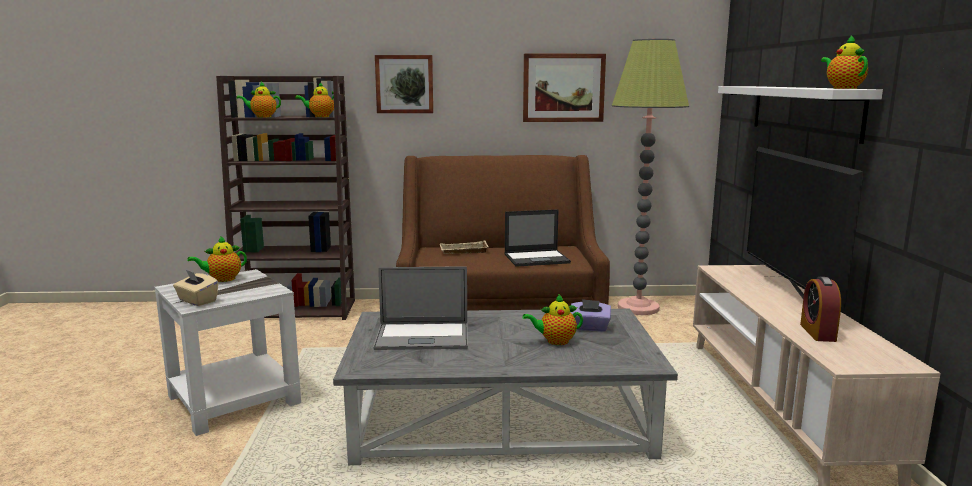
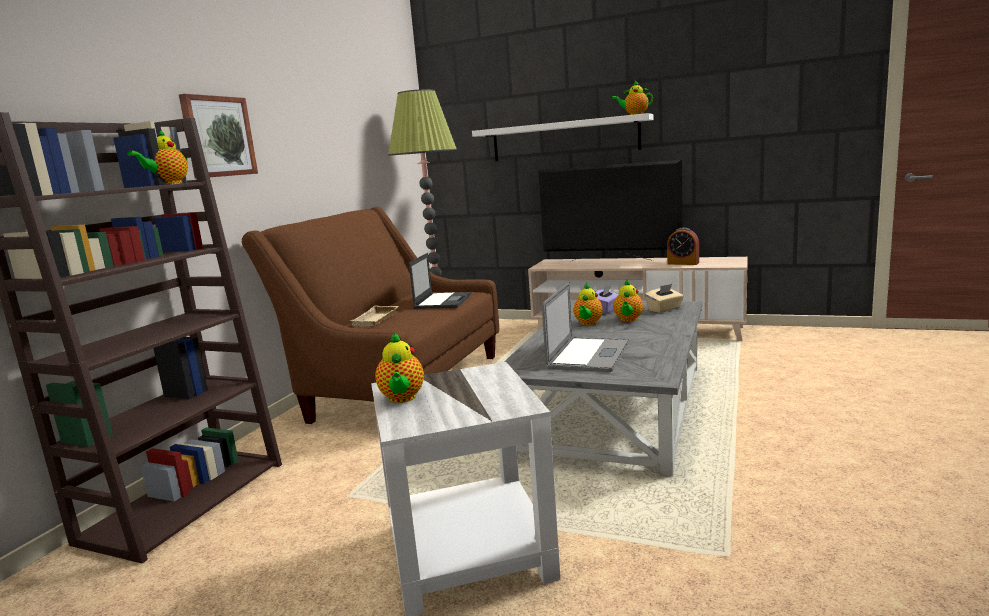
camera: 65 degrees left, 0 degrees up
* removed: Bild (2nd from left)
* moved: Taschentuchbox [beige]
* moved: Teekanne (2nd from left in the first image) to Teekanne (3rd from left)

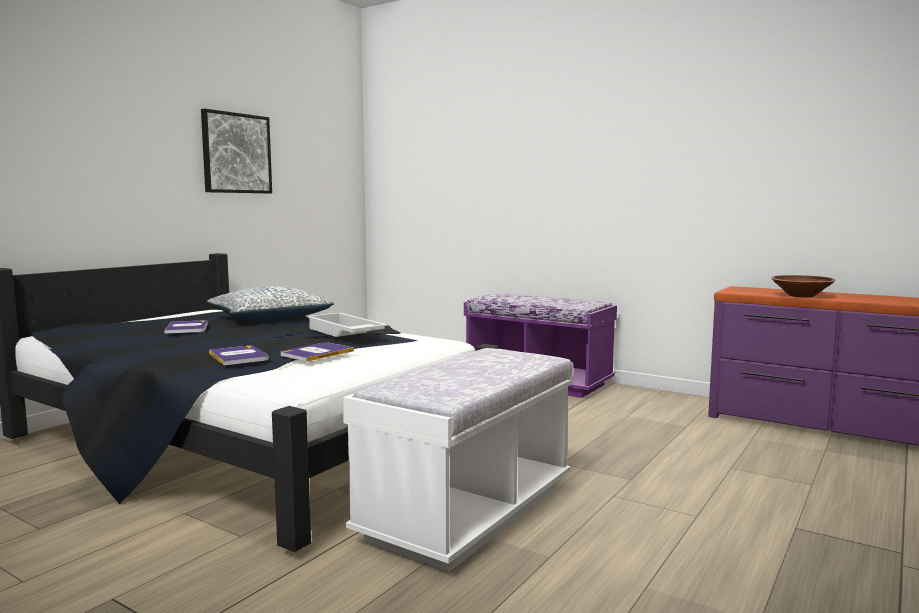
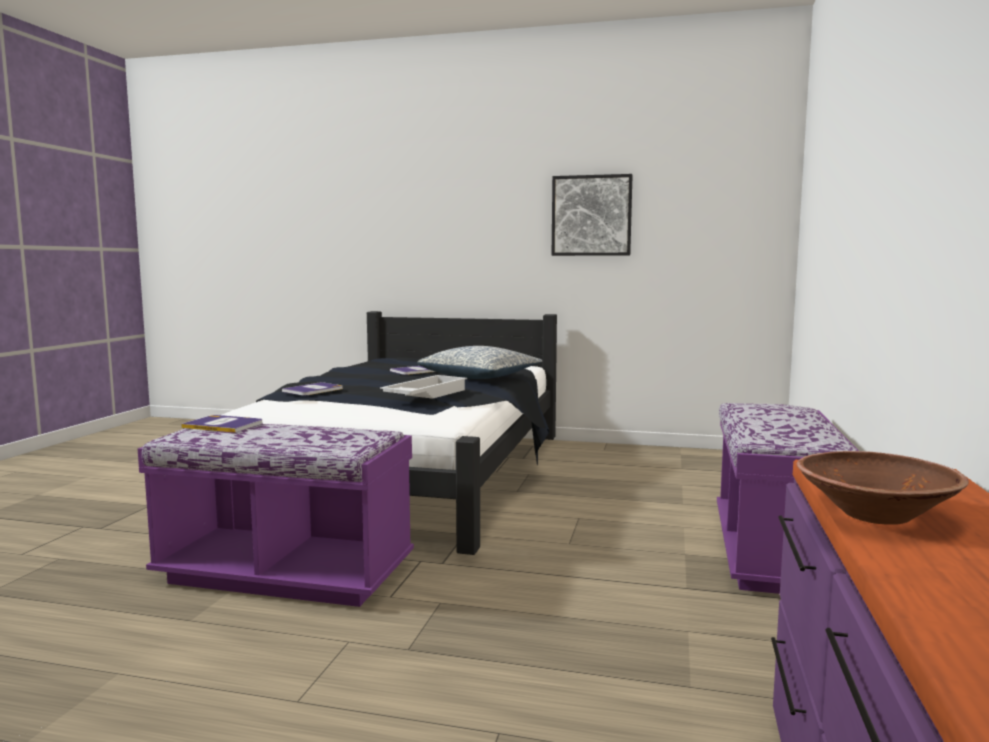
camera: 70 degrees right, 0 degrees up
* moved: Buch (3rd from left in the first image) to Buch (1st from left)
* recoloured: Bank [weiß] to Bank [lila] (1st from left)

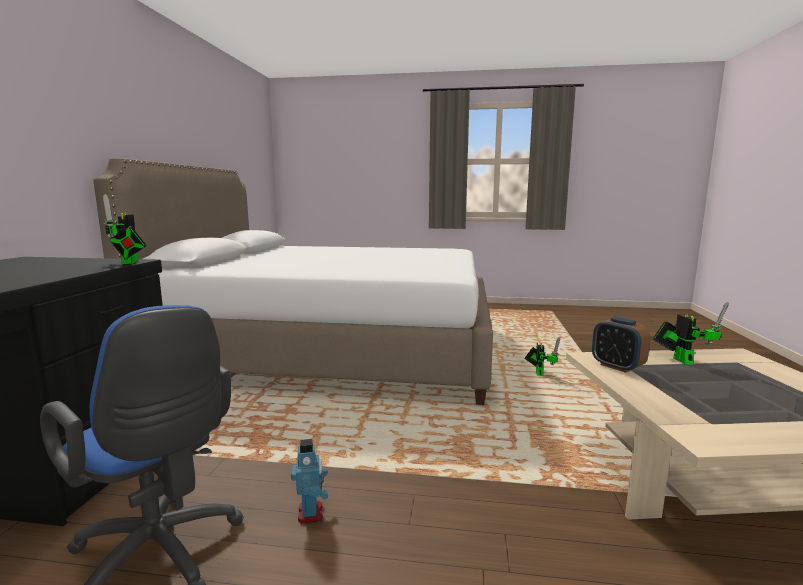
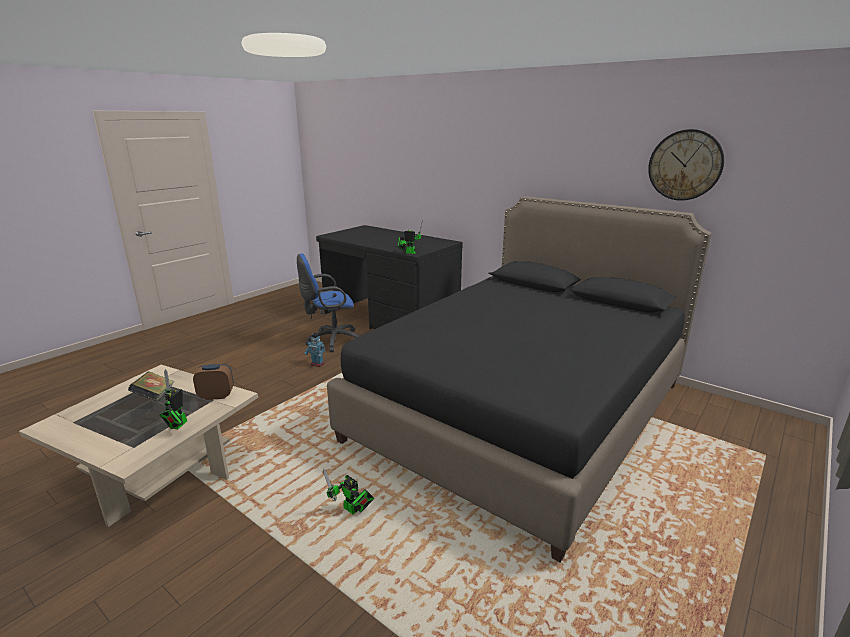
camera: 120 degrees right, 10 degrees up
* added: Buch
* added: Wanduhr
* recoloured: Bett [weiß] to Bett [schwarz]
* turned: Spielzeugroboter (4th from left in the first image) 75 degrees clockwise

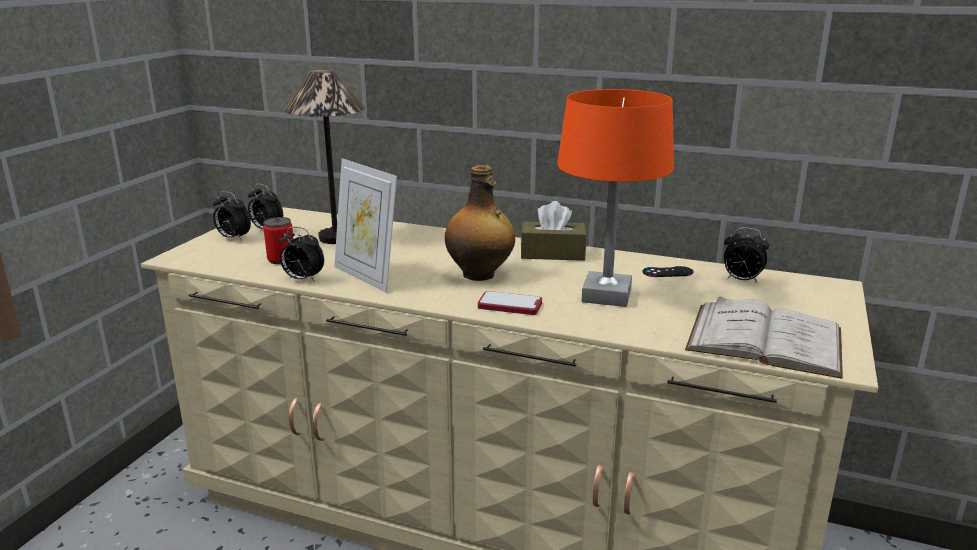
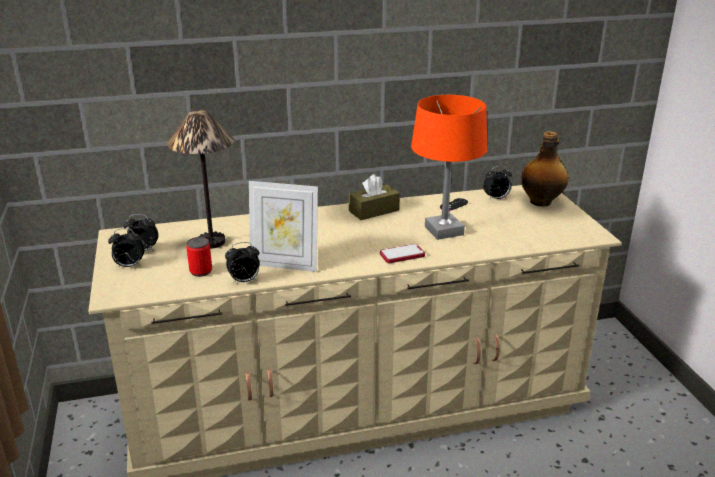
camera: 35 degrees left, 5 degrees up
* removed: Buch [weiß]
* moved: Flasche

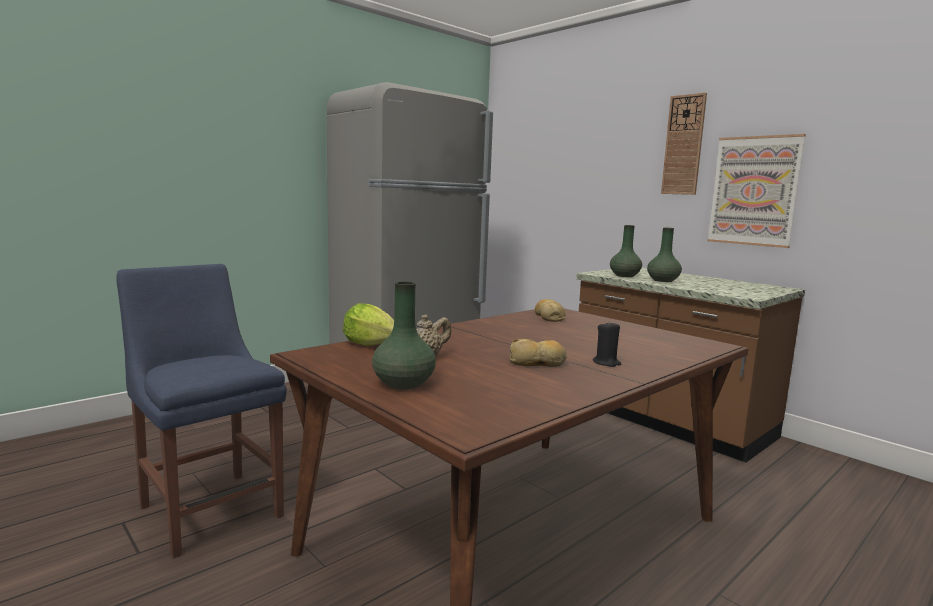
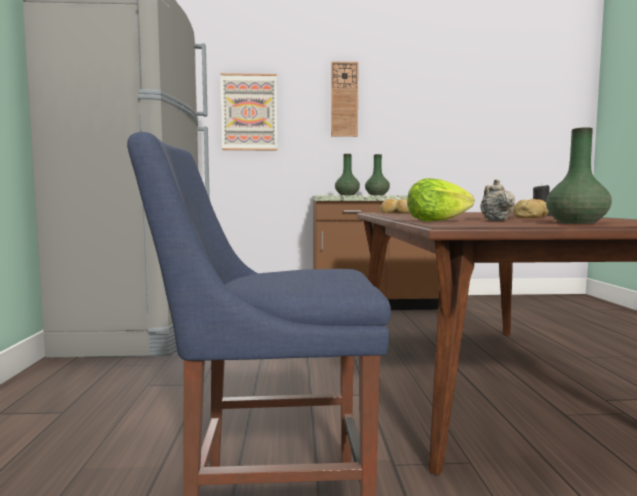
camera: 50 degrees left, 5 degrees down
* moved: Bild

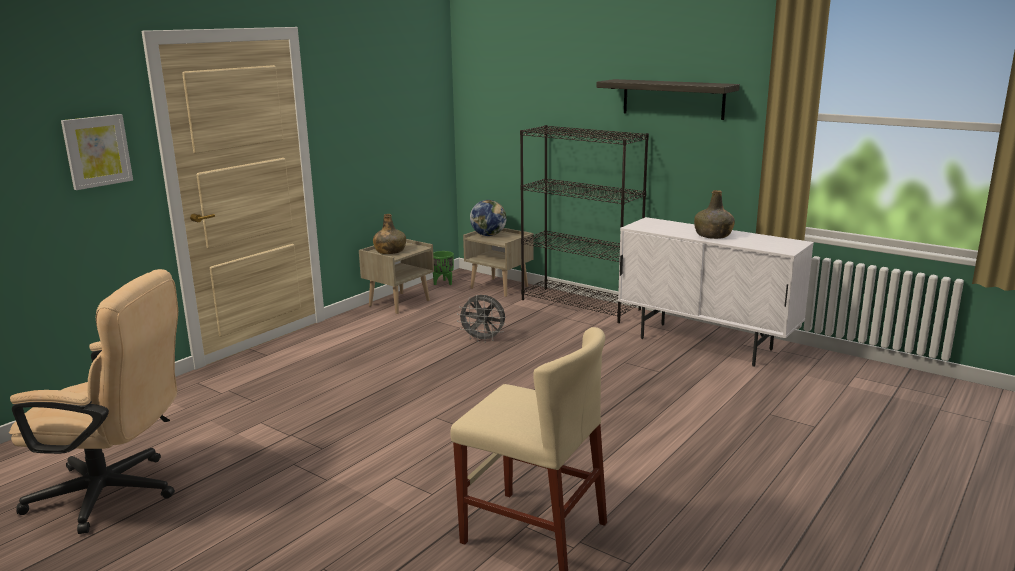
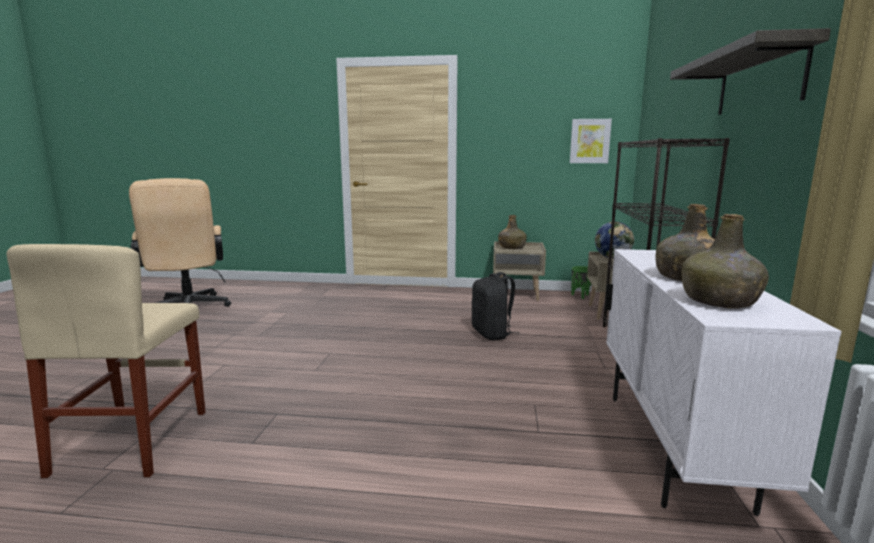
camera: 60 degrees right, 5 degrees down
* added: Flasche [grün] (3rd from left)
* moved: Bild
* replaced: Ventilator [grau] to Rucksack [schwarz]

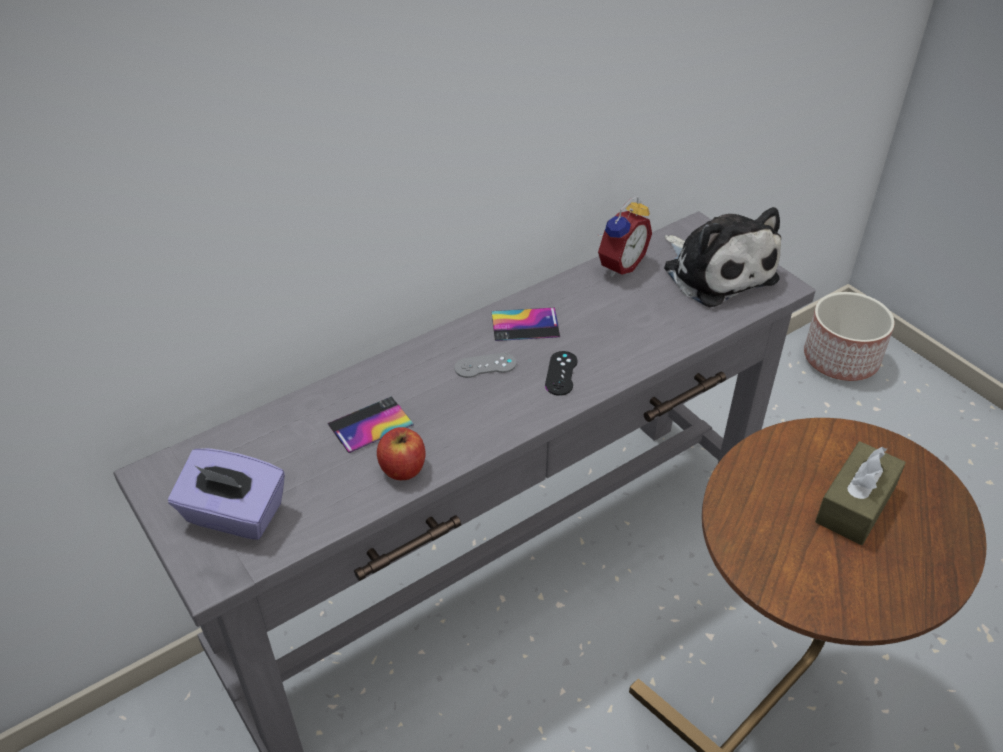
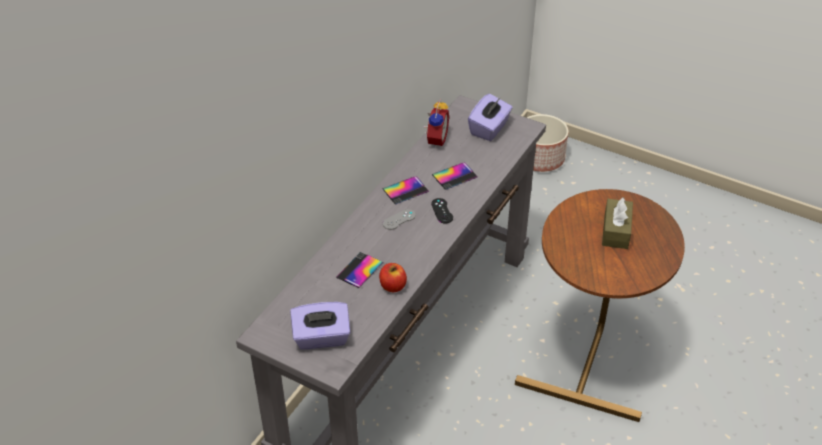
camera: 25 degrees left, 0 degrees up
* added: Handy (3rd from left)
* replaced: Plüschtier to Taschentuchbox [lila] (2nd from left)

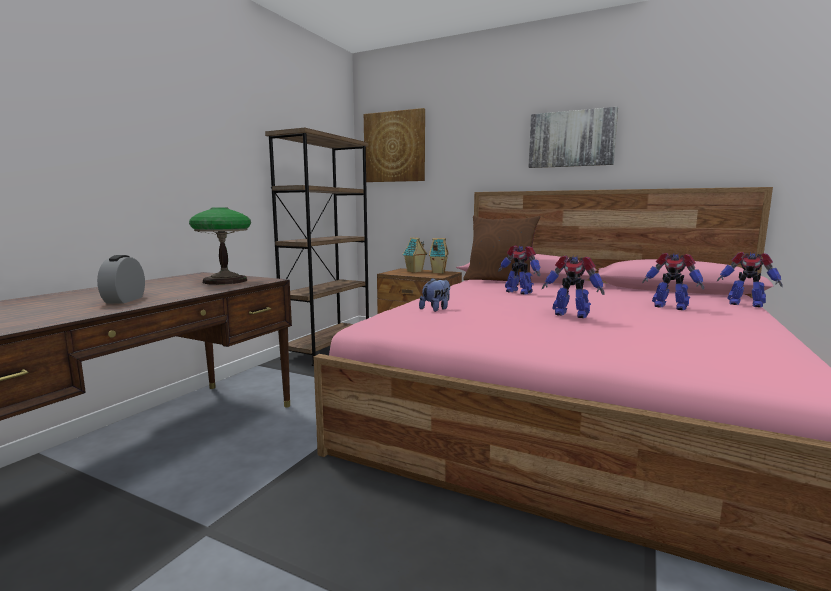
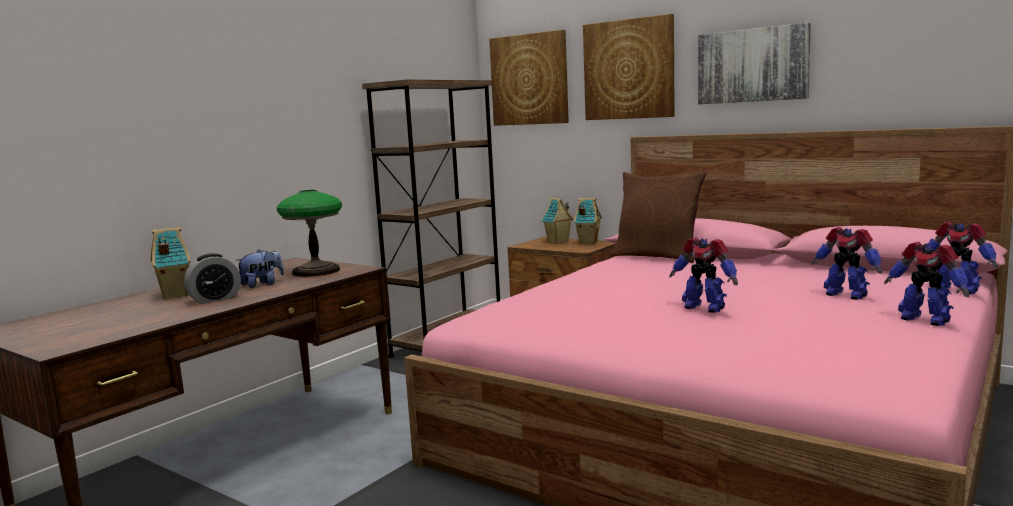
camera: 10 degrees right, 0 degrees up
* added: Spielzeughaus (1st from left)
* added: Bild (2nd from left)
* moved: Plüschtier
* moved: Spielzeugroboter (1st from left in the first image) to Spielzeugroboter (3rd from left)
* turned: Wecker 135 degrees counterclockwise

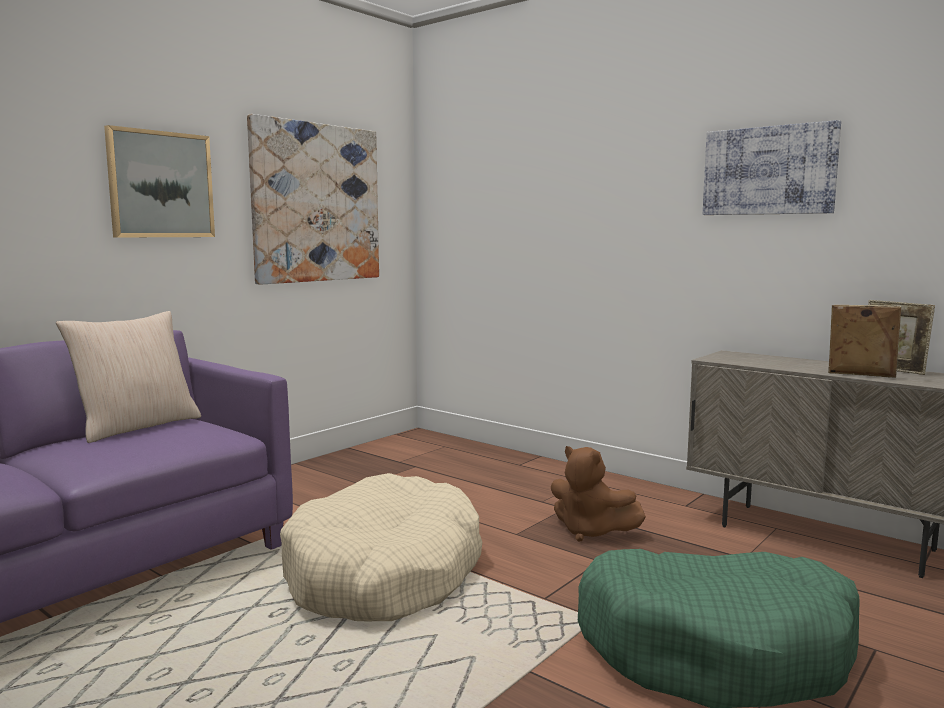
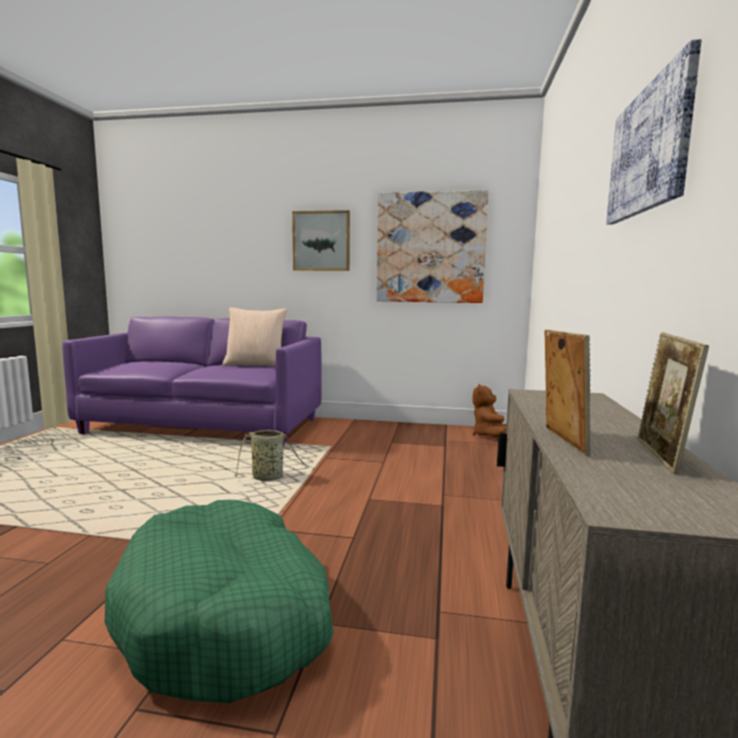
camera: 60 degrees right, 0 degrees up
* moved: Plüschtier [braun]
* replaced: Hundebett [beige] to Korb

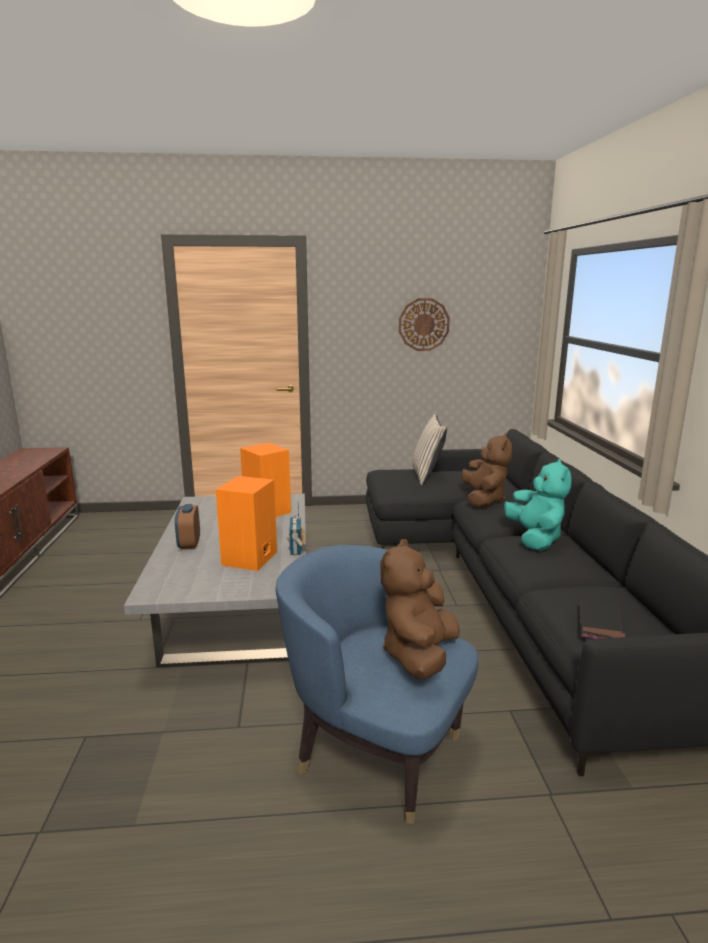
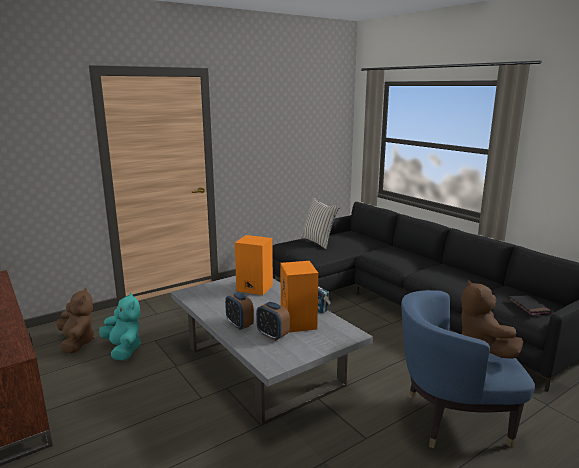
camera: 30 degrees left, 0 degrees up
* removed: Wanduhr
* added: Wecker (2nd from left)
* moved: Plüschtier [braun] (2nd from left in the first image) to Plüschtier [braun] (1st from left)
* moved: Plüschtier [türkis]

